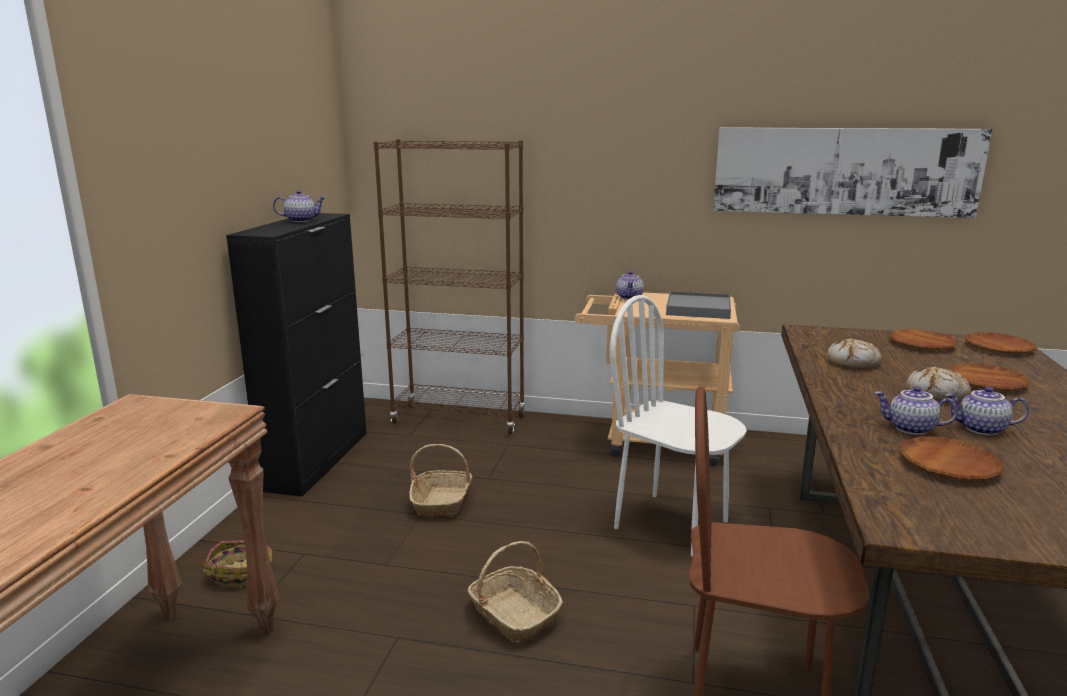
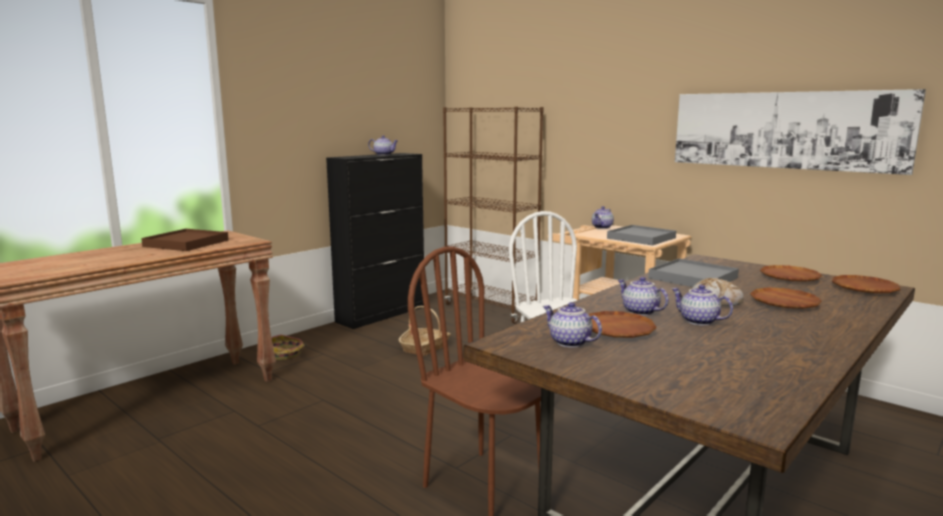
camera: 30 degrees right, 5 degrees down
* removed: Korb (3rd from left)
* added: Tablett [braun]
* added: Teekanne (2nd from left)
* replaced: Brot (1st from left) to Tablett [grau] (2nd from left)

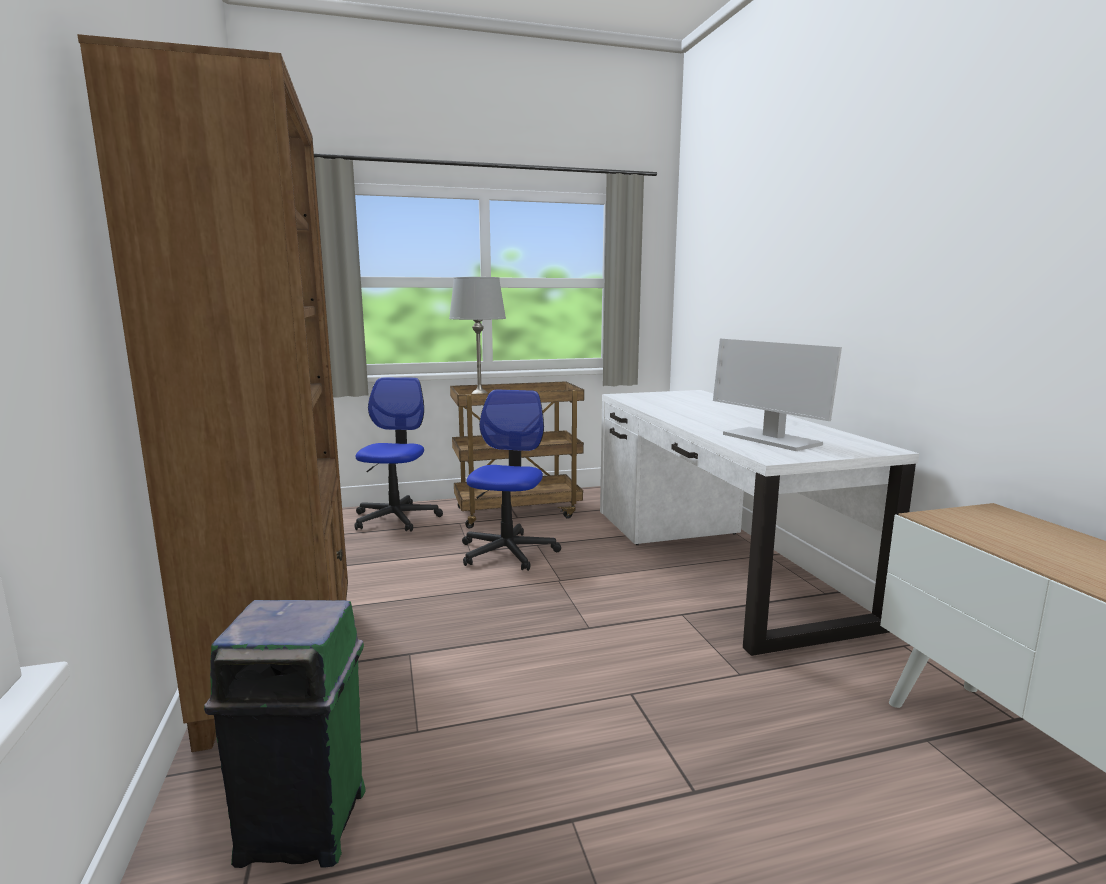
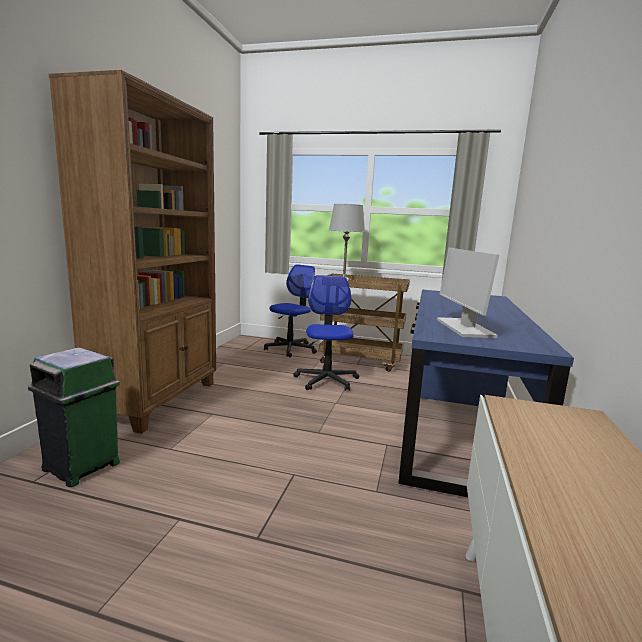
camera: 30 degrees right, 0 degrees up
* recoloured: Schreibtisch [weiß] to Schreibtisch [blau]
* turned: Bürostuhl (2nd from left) 45 degrees counterclockwise

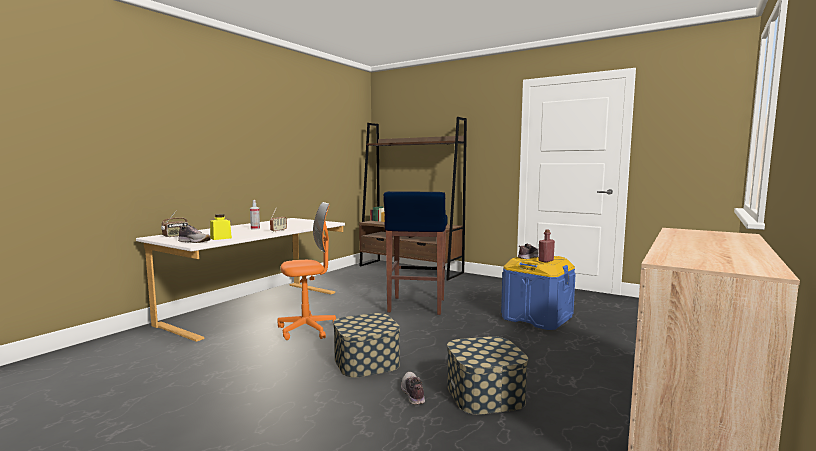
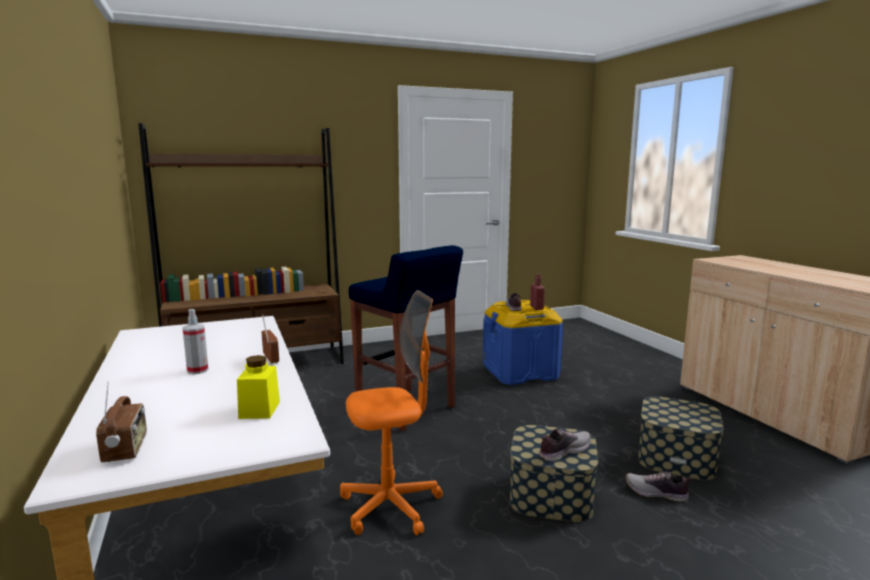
camera: 55 degrees left, 5 degrees up
* moved: Schuh (1st from left in the first image) to Schuh (2nd from left)
* turned: Bürostuhl [orange] 60 degrees clockwise

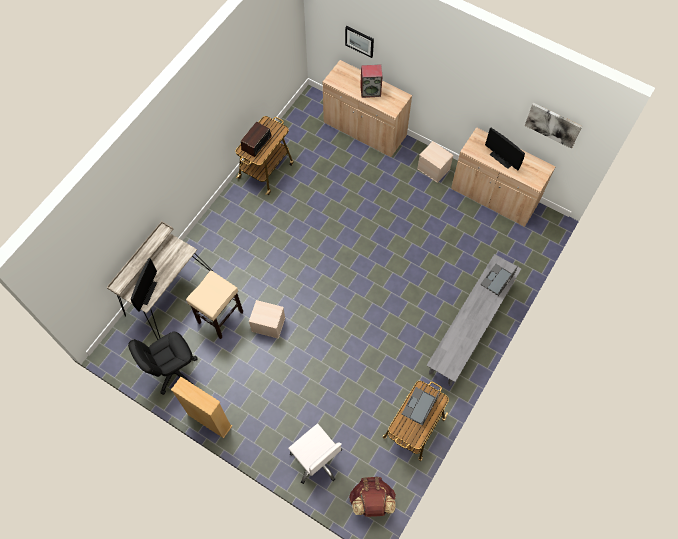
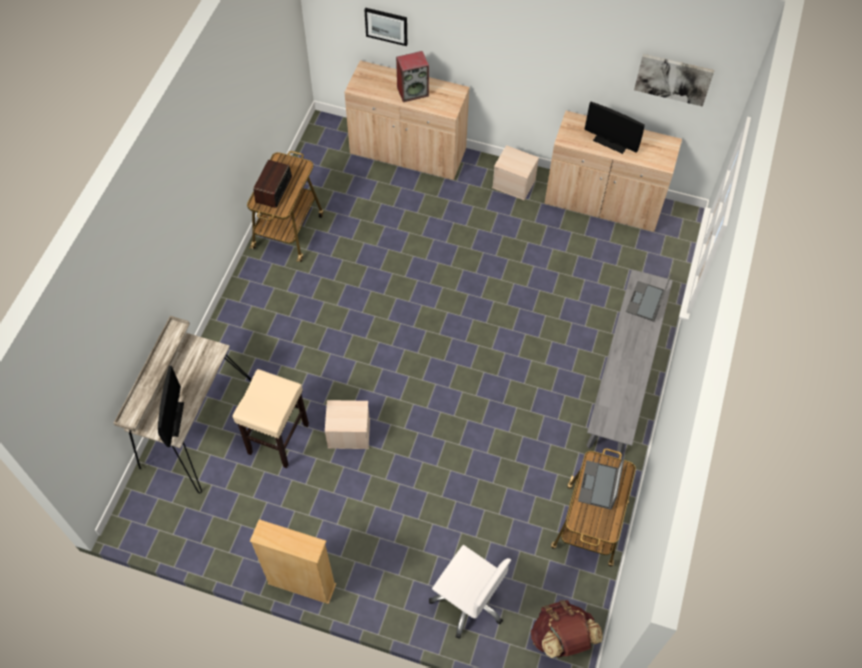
camera: 15 degrees left, 5 degrees down
* removed: Bürostuhl [schwarz]

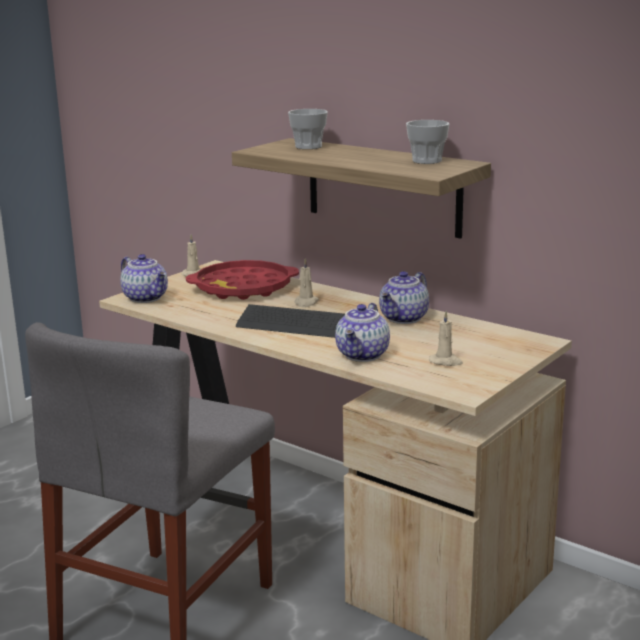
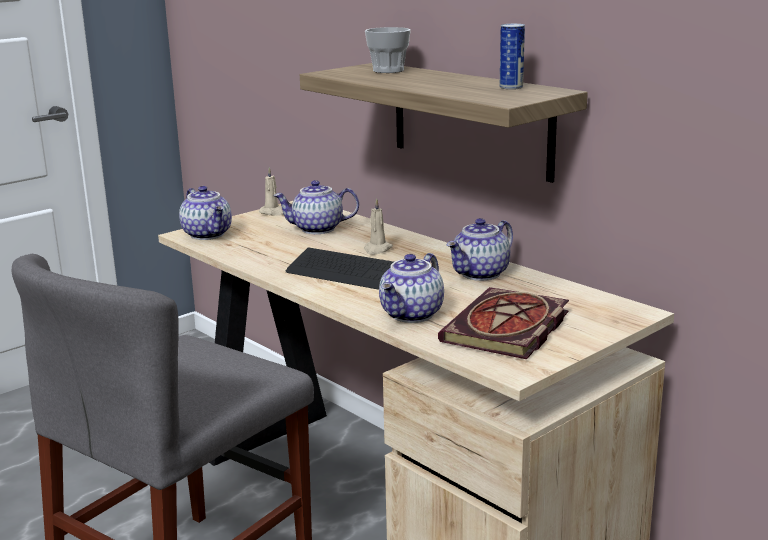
camera: 10 degrees right, 0 degrees up
* replaced: Tablett [rot] to Teekanne (2nd from left)
* replaced: Tasse (2nd from left) to Dose
* replaced: Kerze [beige] (3rd from left) to Buch

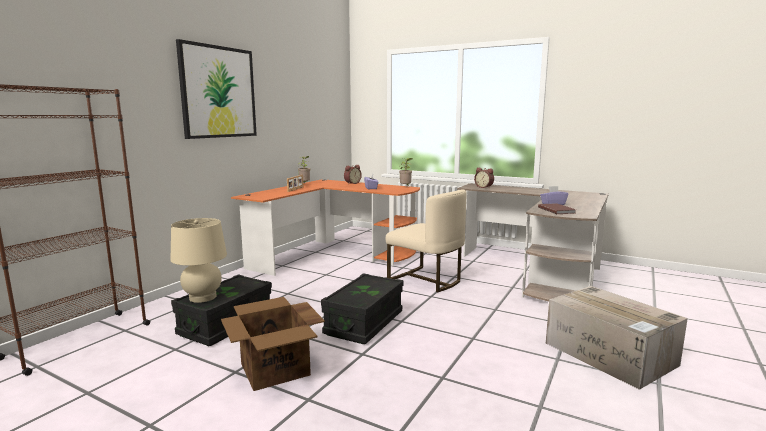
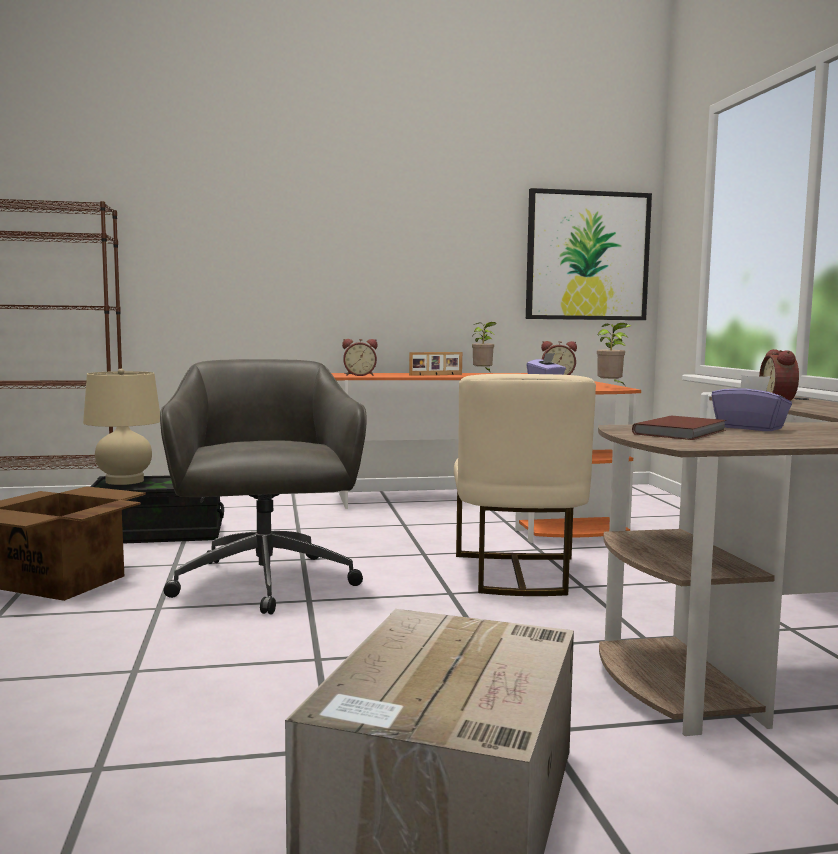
camera: 50 degrees right, 5 degrees down
* added: Wecker (1st from left)
* moved: Bild
* replaced: Aufbewahrungsbox [schwarz] (2nd from left) to Bürostuhl [grau]

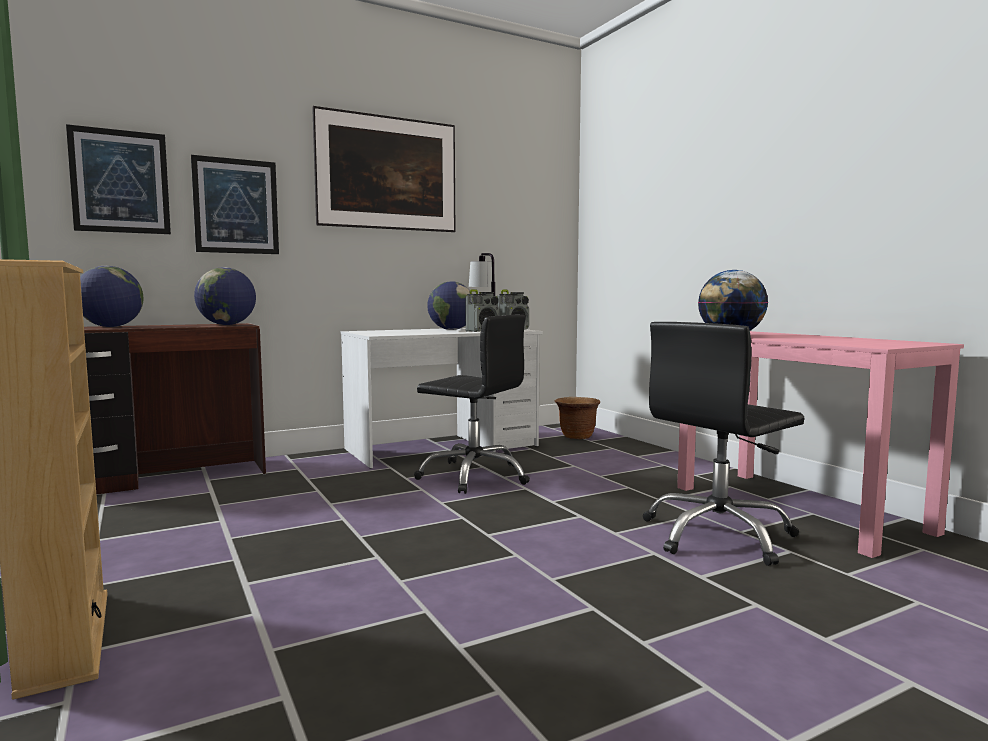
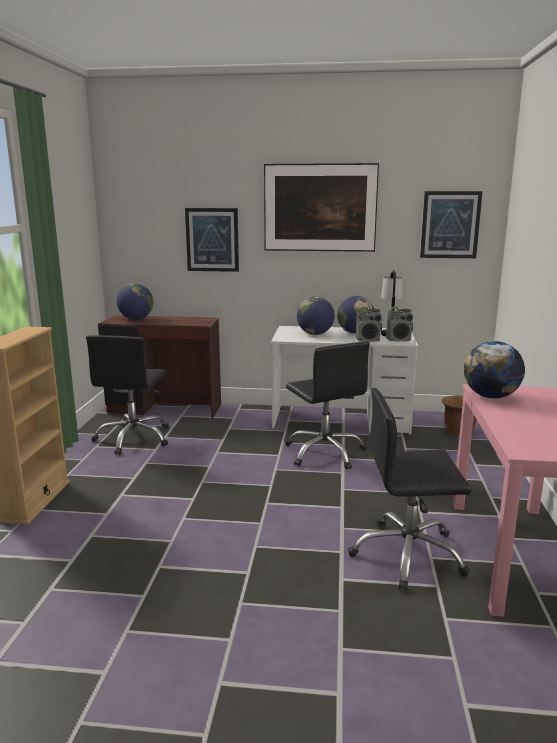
camera: 35 degrees right, 10 degrees up
* added: Bürostuhl [schwarz] (1st from left)
* moved: Bild (1st from left in the first image) to Bild (3rd from left)
* moved: Globus (2nd from left)

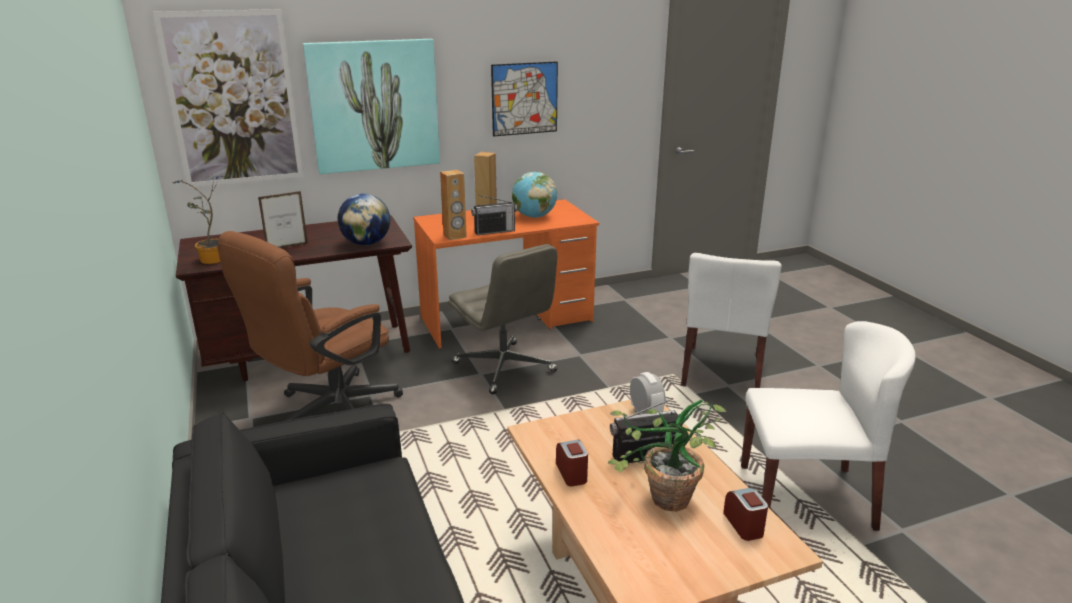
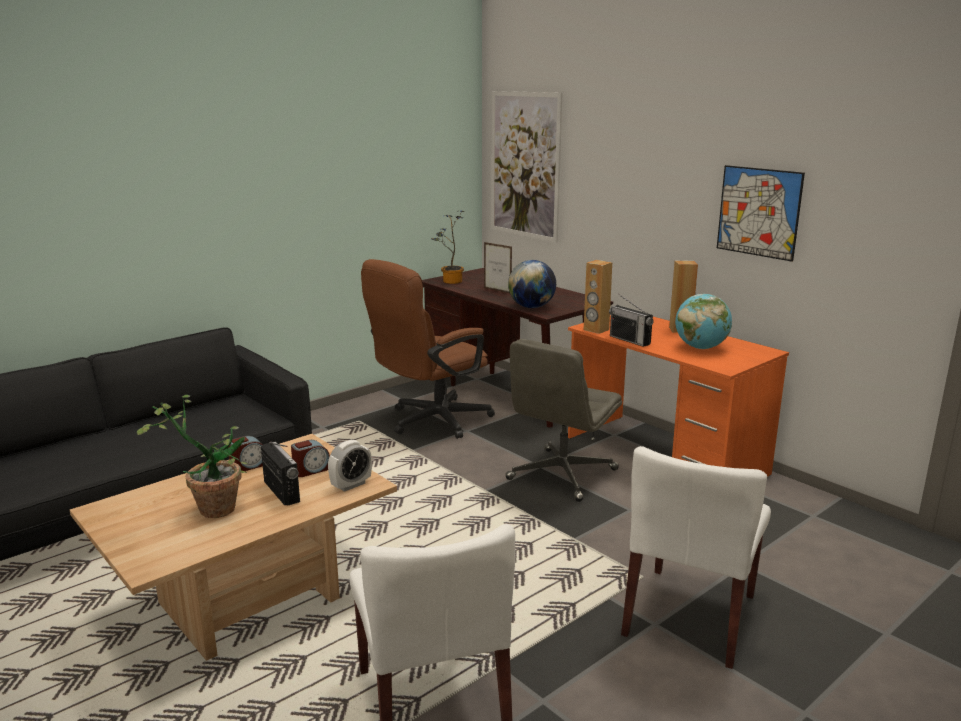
camera: 70 degrees right, 5 degrees down
* removed: Bild (2nd from left)
* moved: Wecker (3rd from left in the first image) to Wecker (2nd from left)
* turned: Bürostuhl [braun] 60 degrees counterclockwise
* turned: Stuhl [weiß] (1st from left in the first image) 60 degrees counterclockwise

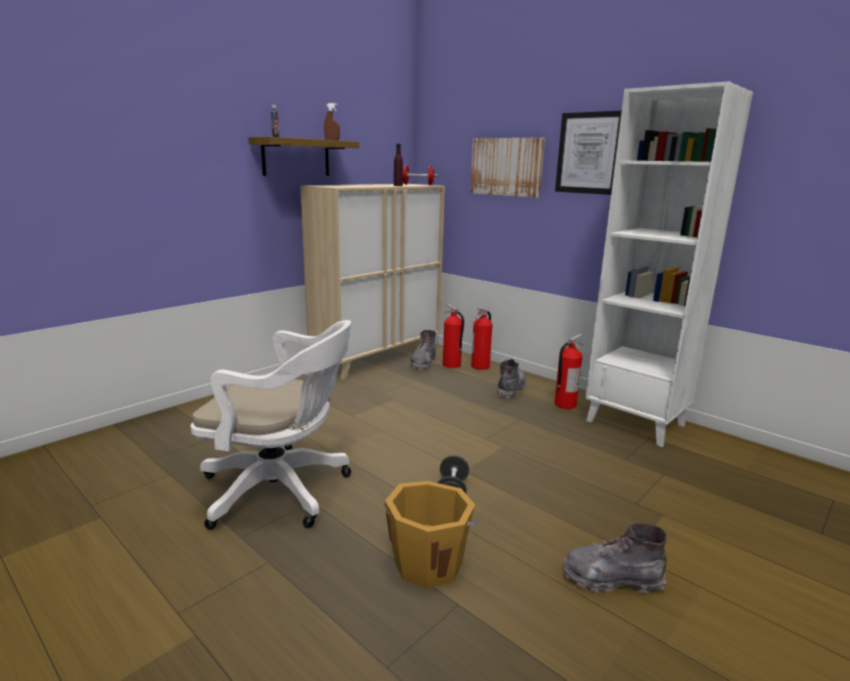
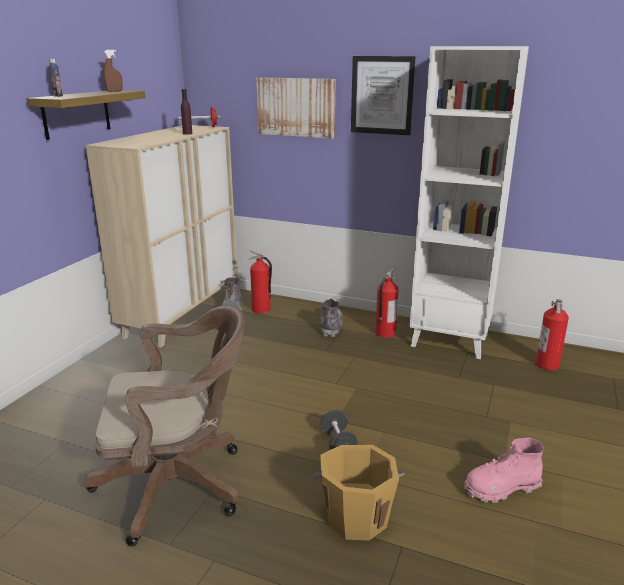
camera: 20 degrees left, 5 degrees up
* moved: Feuerlöscher (2nd from left in the first image) to Feuerlöscher (3rd from left)
* recoloured: Bürostuhl [weiß] to Bürostuhl [braun]
* recoloured: Stiefel [grau] (3rd from left) to Stiefel [rosa]

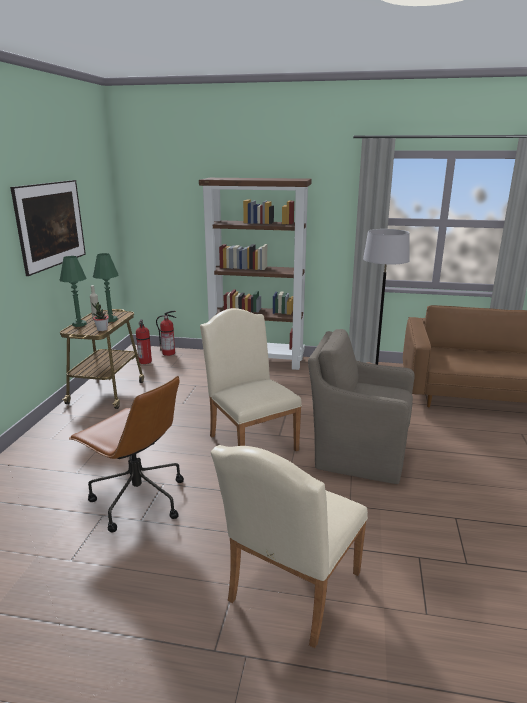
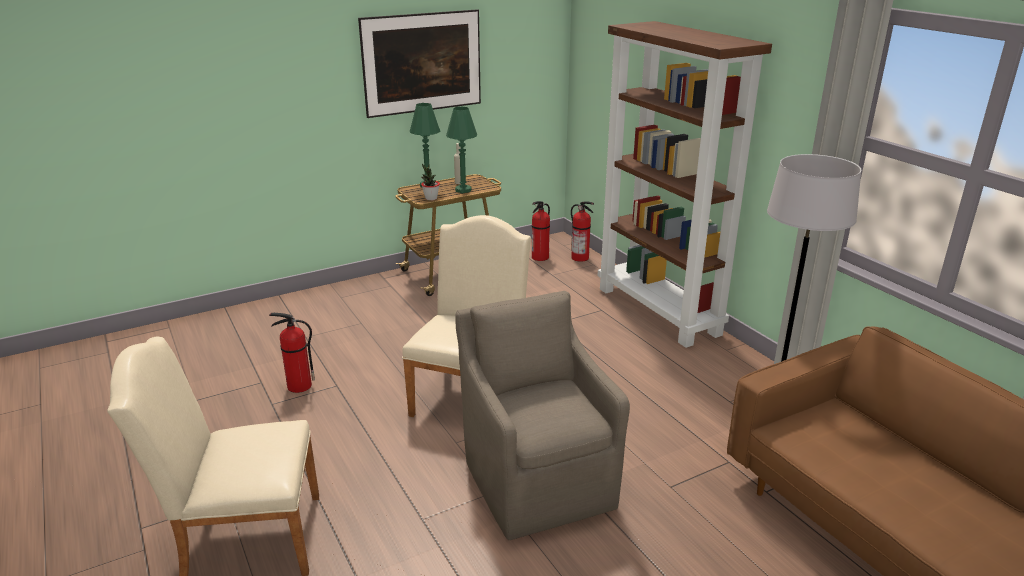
camera: 50 degrees right, 5 degrees up
* replaced: Bürostuhl [braun] to Feuerlöscher (1st from left)

